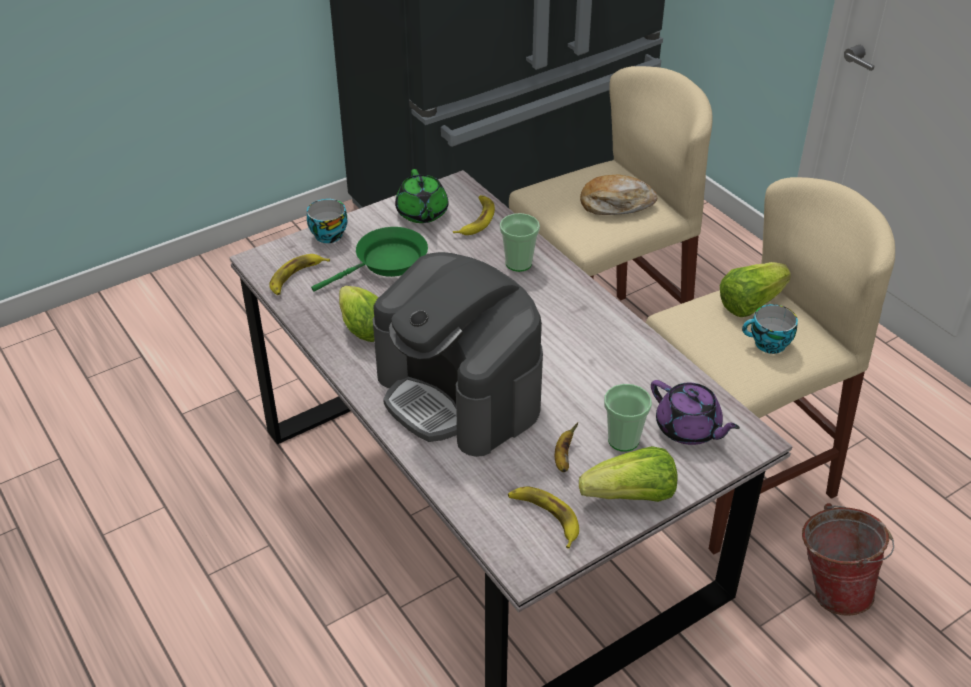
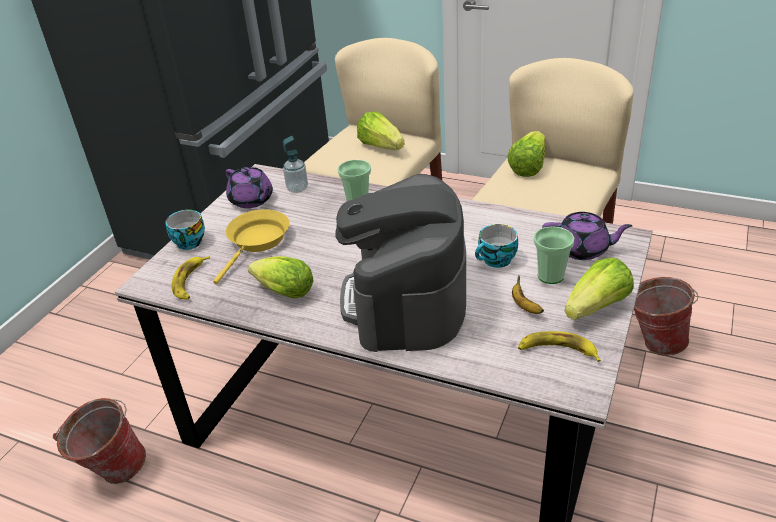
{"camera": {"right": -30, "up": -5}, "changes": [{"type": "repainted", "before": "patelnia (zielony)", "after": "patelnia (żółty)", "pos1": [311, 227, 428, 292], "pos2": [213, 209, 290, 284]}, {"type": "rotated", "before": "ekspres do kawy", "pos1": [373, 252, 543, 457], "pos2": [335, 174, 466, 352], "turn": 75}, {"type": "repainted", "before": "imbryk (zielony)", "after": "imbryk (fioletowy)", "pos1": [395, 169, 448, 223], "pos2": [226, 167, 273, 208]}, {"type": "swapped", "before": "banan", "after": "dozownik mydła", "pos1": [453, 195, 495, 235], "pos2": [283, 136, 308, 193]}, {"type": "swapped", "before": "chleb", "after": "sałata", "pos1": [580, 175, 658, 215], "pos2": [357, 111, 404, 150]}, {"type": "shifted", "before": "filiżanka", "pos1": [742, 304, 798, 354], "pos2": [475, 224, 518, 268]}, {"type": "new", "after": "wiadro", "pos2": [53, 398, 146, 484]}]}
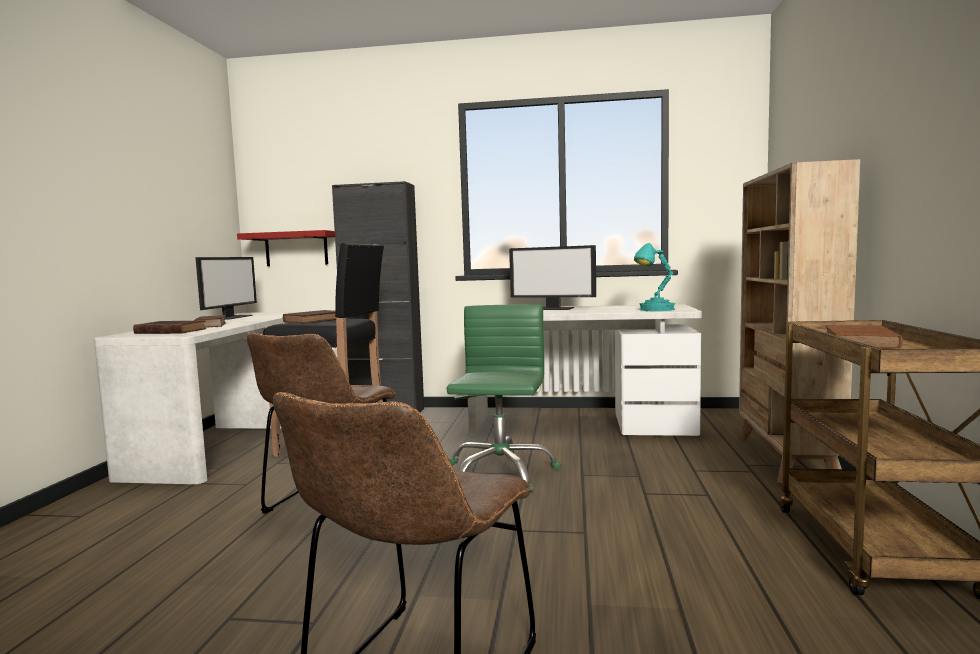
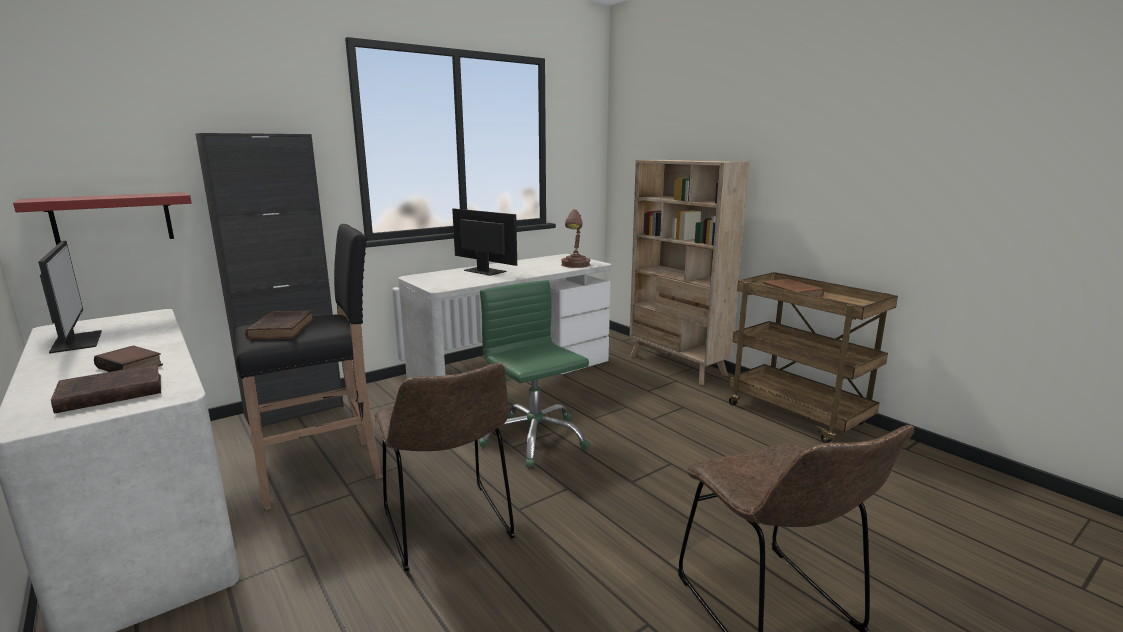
{"camera": {"right": -45, "up": 10}, "changes": [{"type": "rotated", "before": "monitor", "pos1": [509, 245, 596, 310], "pos2": [452, 208, 517, 276], "turn": -120}, {"type": "repainted", "before": "lampa stołowa (turkusowy)", "after": "lampa stołowa (brązowy)", "pos1": [634, 243, 675, 311], "pos2": [561, 209, 591, 268]}]}
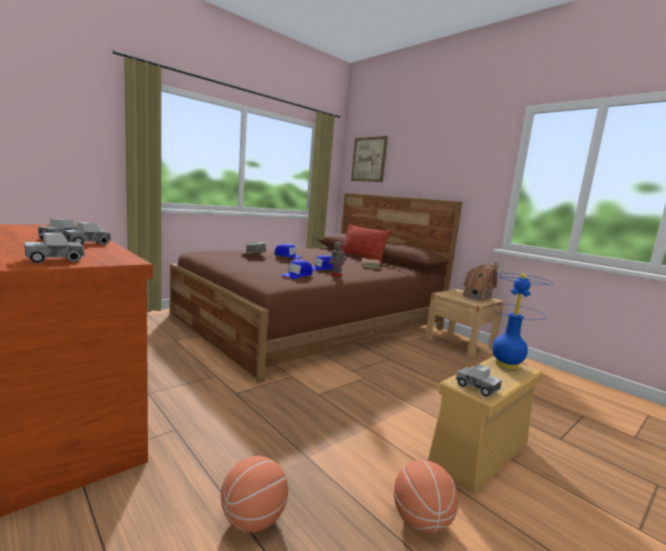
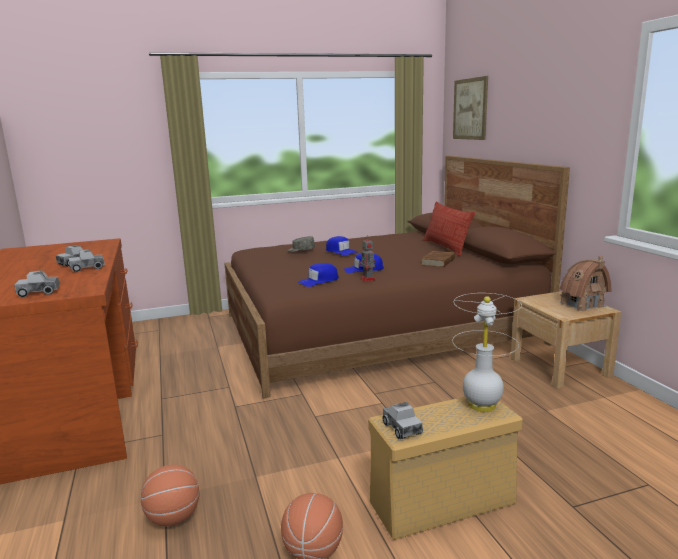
{"camera": {"right": 25, "up": 5}, "changes": [{"type": "repainted", "before": "lampa stołowa (niebieski)", "after": "lampa stołowa (biały)", "pos1": [489, 273, 553, 370], "pos2": [452, 293, 522, 412]}]}
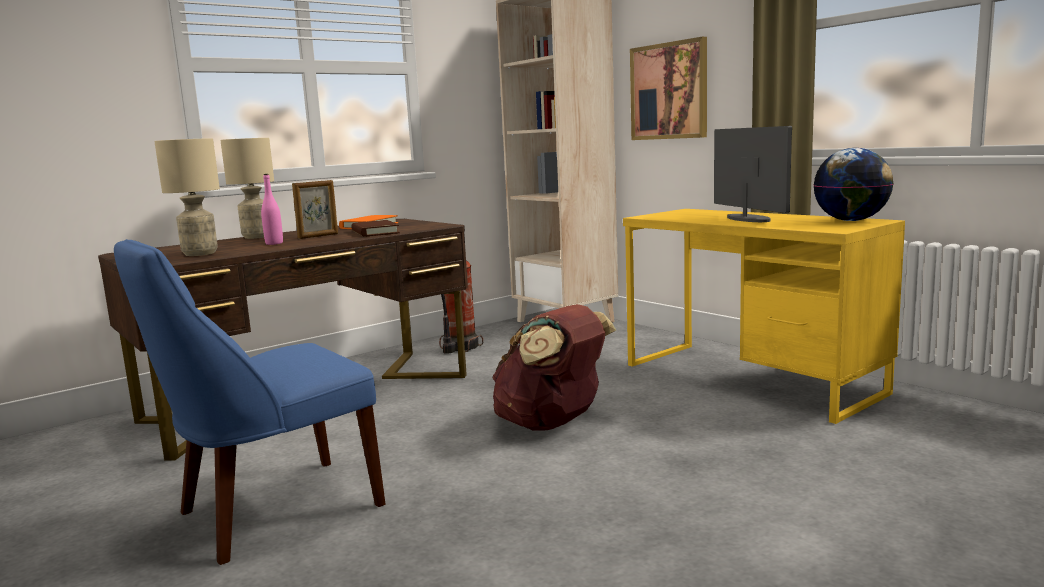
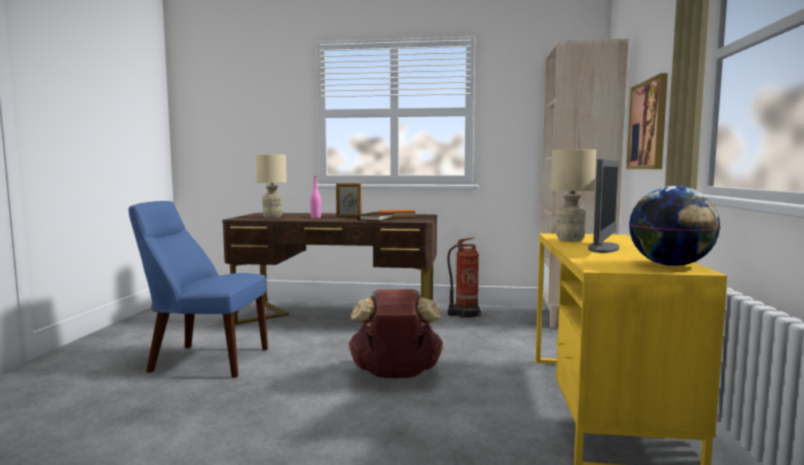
{"camera": {"right": 45, "up": -5}, "changes": [{"type": "shifted", "before": "lampa stołowa (beżowy)", "pos1": [220, 138, 274, 239], "pos2": [550, 149, 596, 242]}]}
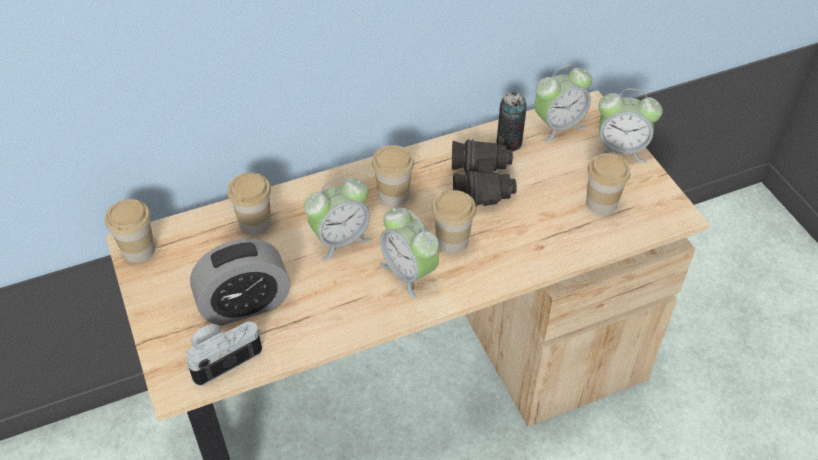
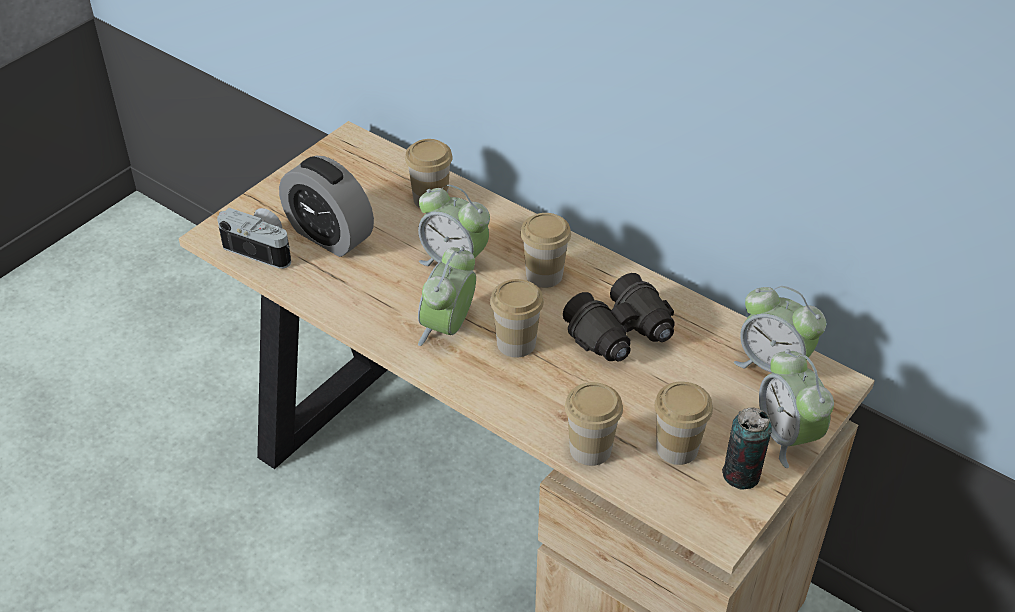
{"camera": {"right": 60, "up": -5}, "changes": [{"type": "shifted", "before": "filiżanka", "pos1": [105, 199, 155, 263], "pos2": [565, 382, 623, 466]}, {"type": "shifted", "before": "puszka", "pos1": [497, 92, 527, 151], "pos2": [722, 407, 772, 490]}]}
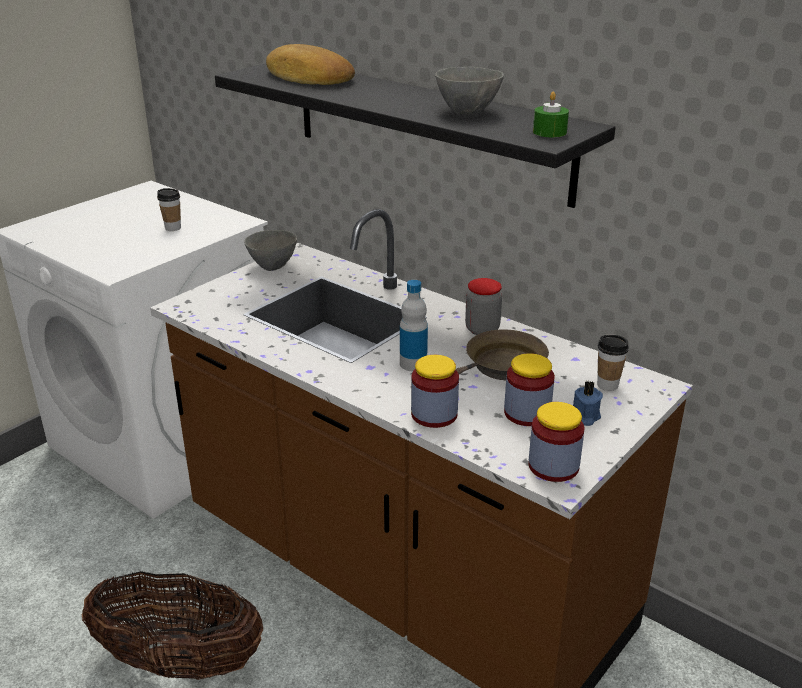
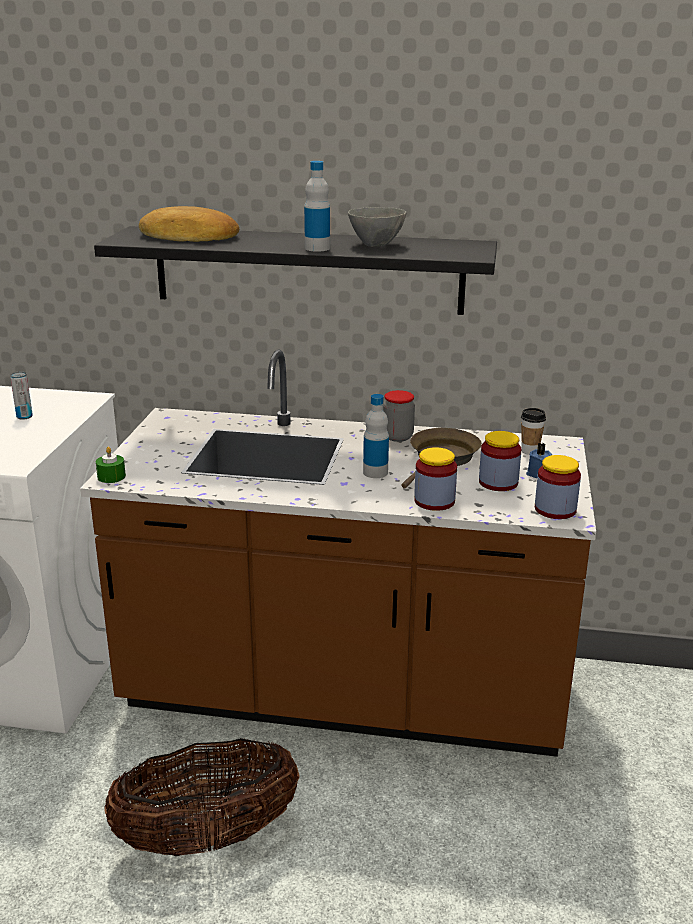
{"camera": {"right": -30, "up": -5}, "changes": [{"type": "swapped", "before": "filiżanka", "after": "puszka", "pos1": [157, 188, 181, 231], "pos2": [10, 372, 33, 419]}, {"type": "gone", "before": "miska (szary)", "pos1": [244, 230, 297, 271]}, {"type": "shifted", "before": "świeca (zielony)", "pos1": [533, 91, 569, 137], "pos2": [96, 447, 126, 483]}, {"type": "new", "after": "butelka", "pos2": [304, 161, 330, 252]}]}
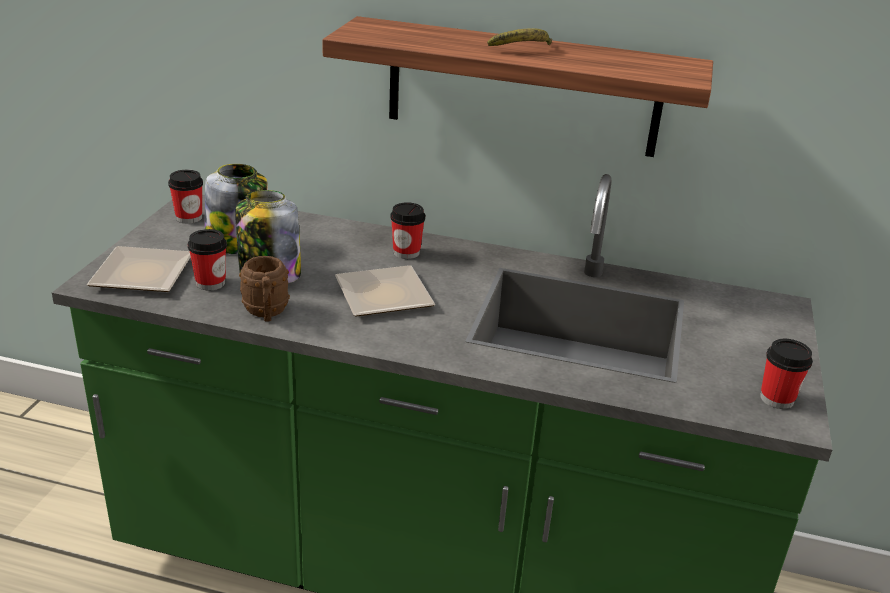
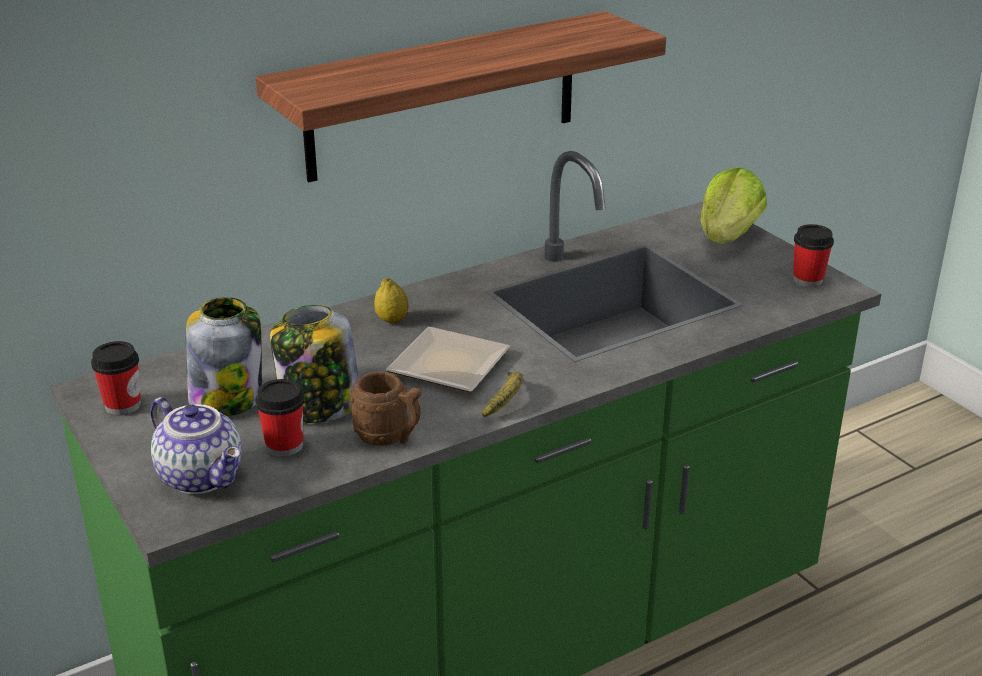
{"camera": {"right": -45, "up": 0}, "changes": [{"type": "swapped", "before": "talerz", "after": "imbryk", "pos1": [86, 246, 191, 292], "pos2": [151, 397, 242, 494]}, {"type": "swapped", "before": "filiżanka", "after": "cytryna", "pos1": [390, 202, 425, 259], "pos2": [374, 278, 408, 323]}, {"type": "shifted", "before": "banan", "pos1": [487, 28, 552, 46], "pos2": [482, 372, 523, 417]}, {"type": "new", "after": "sałata", "pos2": [701, 167, 767, 244]}]}
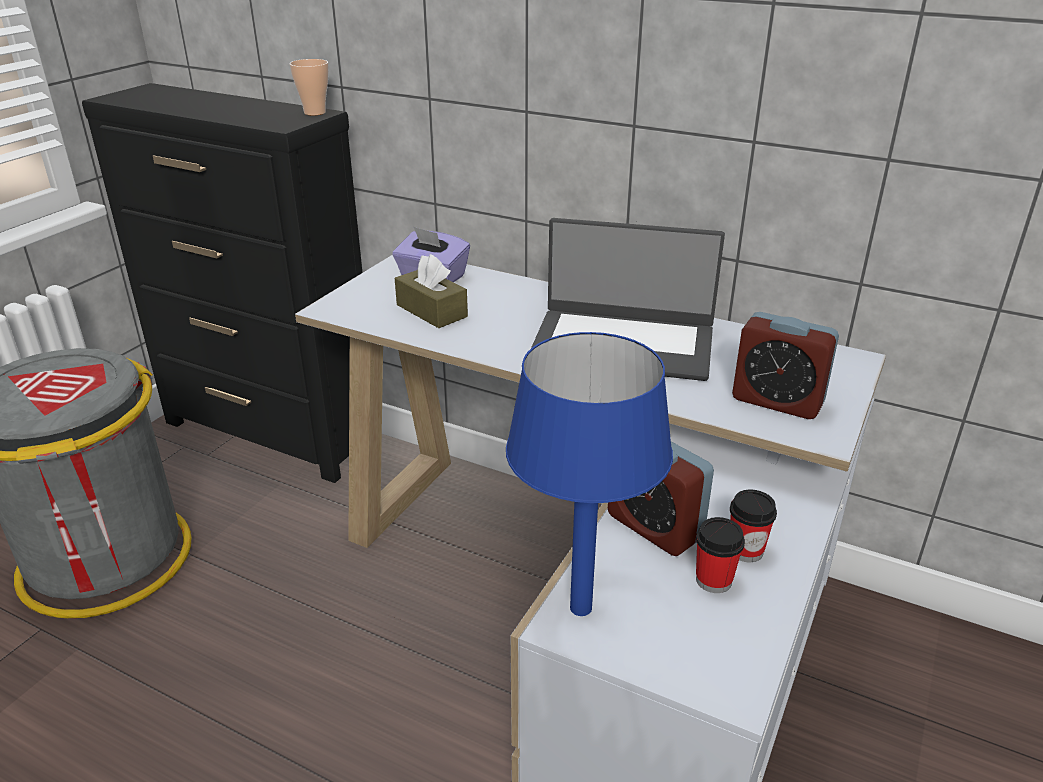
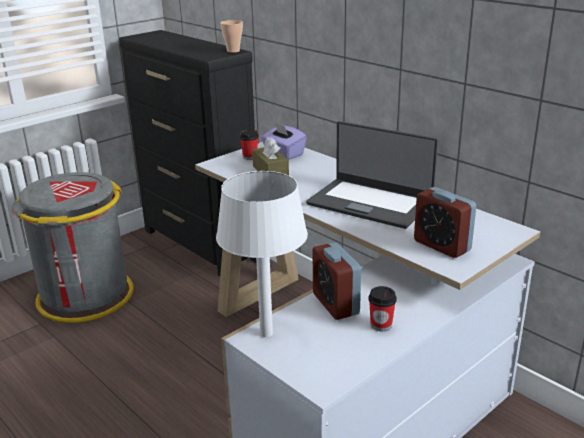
{"camera": {"right": 20, "up": -5}, "changes": [{"type": "repainted", "before": "lampa stołowa (niebieski)", "after": "lampa stołowa (biały)", "pos1": [506, 332, 673, 616], "pos2": [216, 171, 308, 337]}, {"type": "shifted", "before": "filiżanka", "pos1": [696, 517, 745, 593], "pos2": [240, 130, 259, 160]}]}
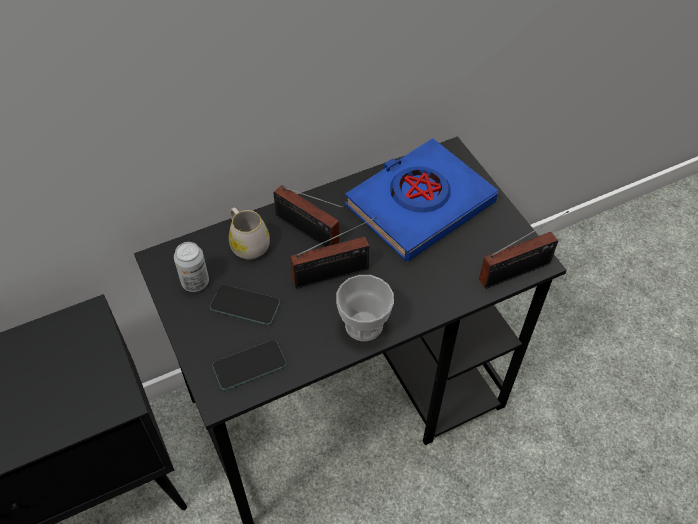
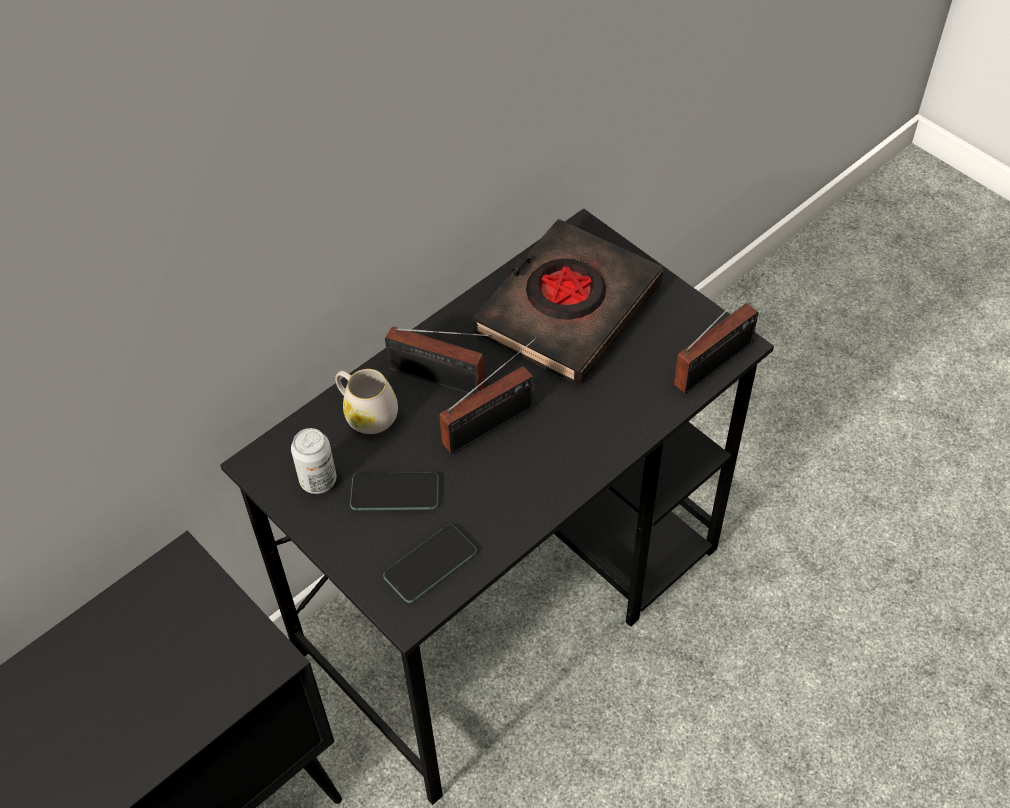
{"camera": {"right": -15, "up": 0}, "changes": [{"type": "gone", "before": "filiżanka", "pos1": [336, 275, 394, 341]}, {"type": "repainted", "before": "książka (niebieski)", "after": "książka (czarny)", "pos1": [345, 138, 498, 262], "pos2": [473, 219, 663, 385]}]}
